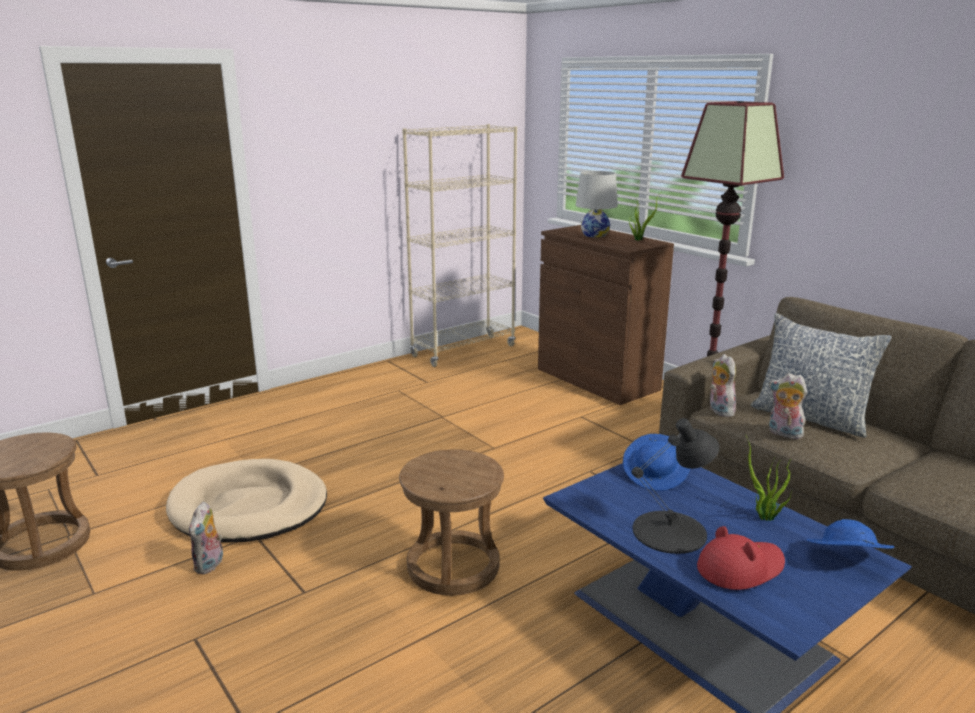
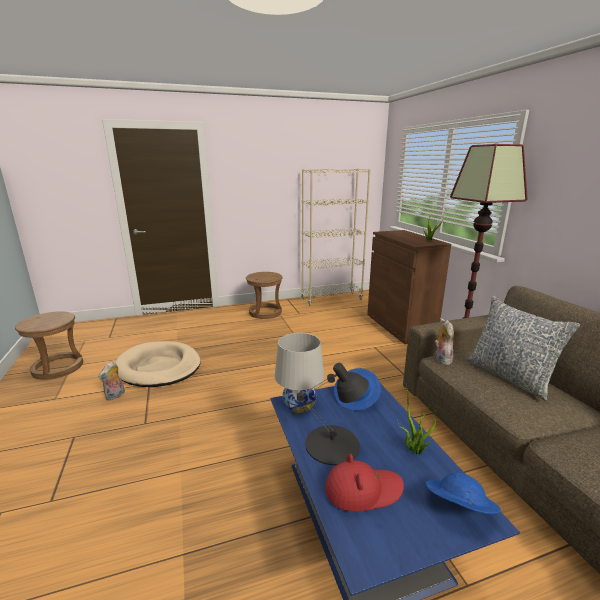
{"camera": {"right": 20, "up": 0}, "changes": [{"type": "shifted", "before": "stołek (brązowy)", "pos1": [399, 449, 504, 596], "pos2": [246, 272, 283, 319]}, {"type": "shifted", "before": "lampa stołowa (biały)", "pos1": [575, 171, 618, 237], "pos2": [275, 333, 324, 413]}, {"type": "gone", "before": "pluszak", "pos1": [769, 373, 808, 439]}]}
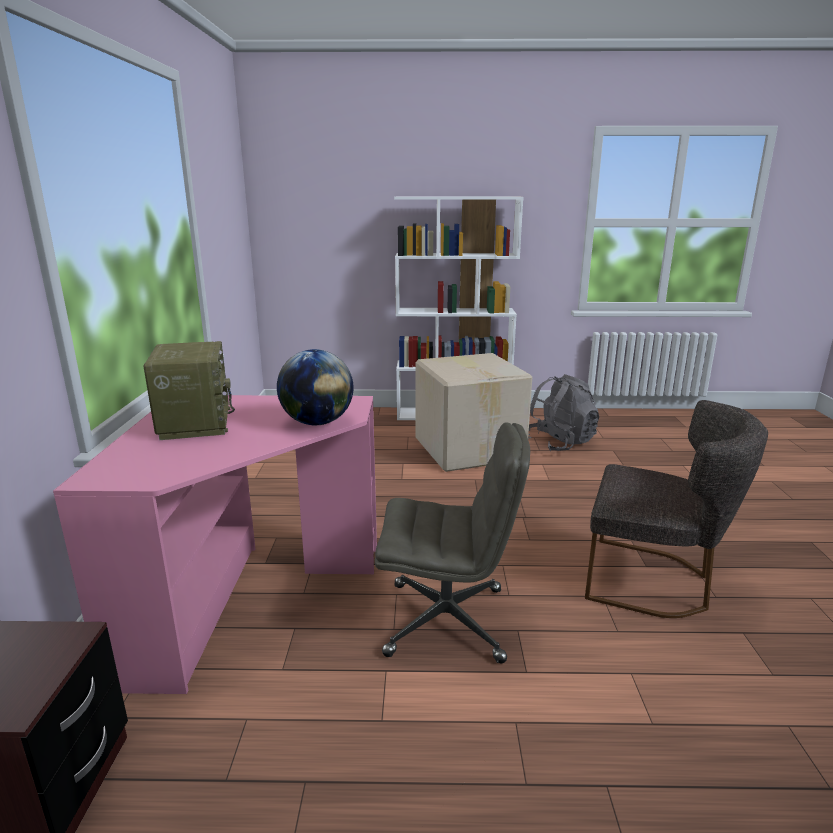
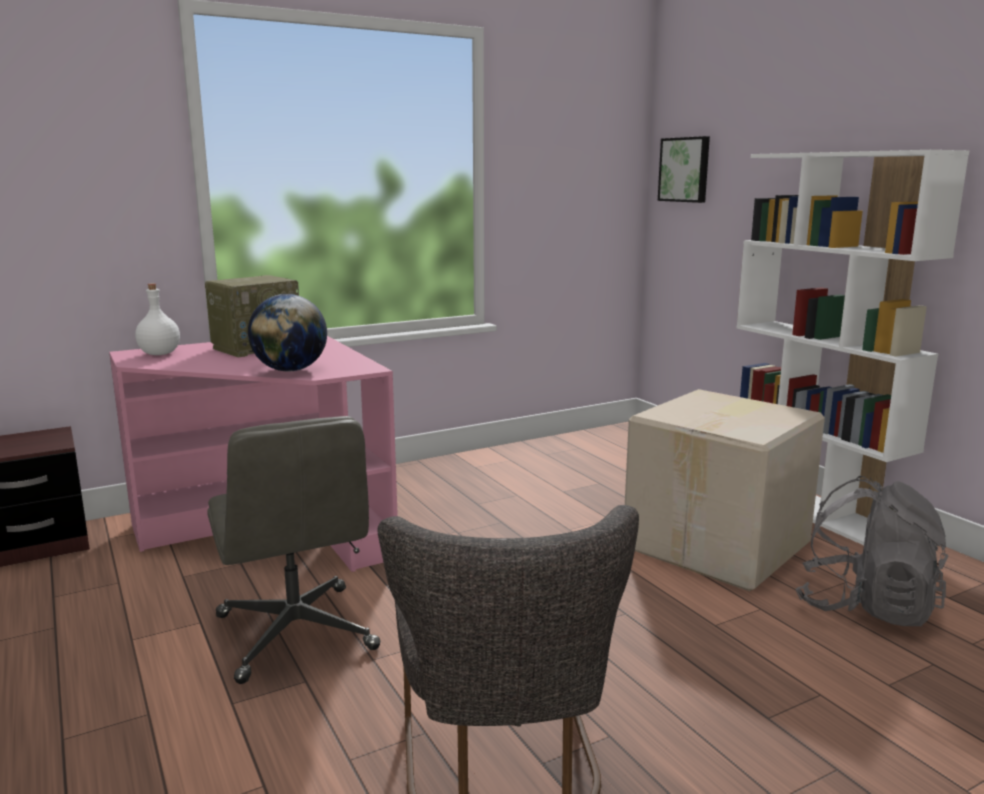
{"camera": {"right": 60, "up": -5}, "changes": [{"type": "new", "after": "butelka (biały)", "pos2": [135, 283, 180, 355]}, {"type": "new", "after": "obraz", "pos2": [658, 136, 710, 203]}]}
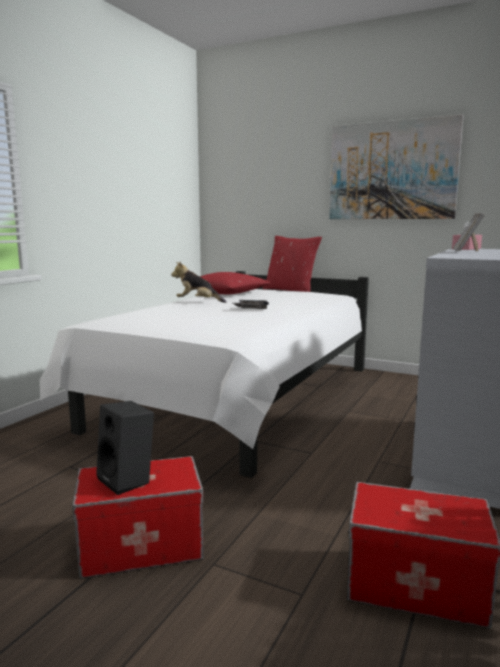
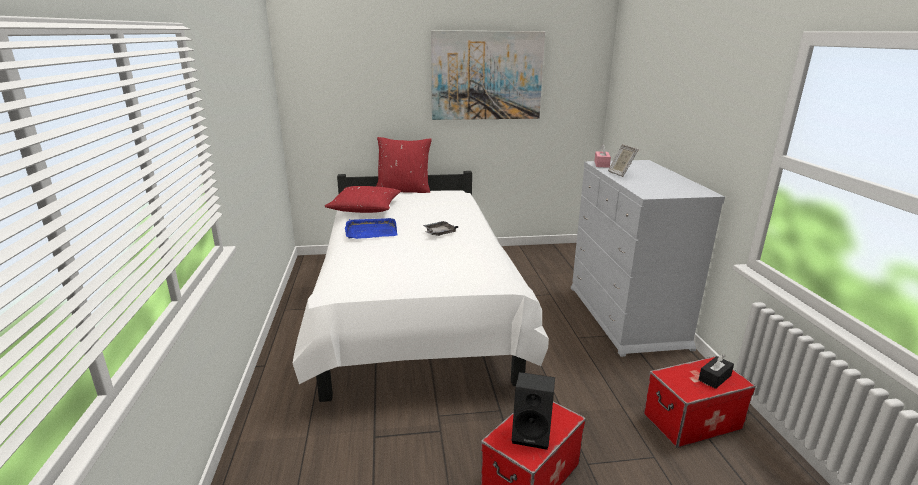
{"camera": {"right": -35, "up": 10}, "changes": [{"type": "swapped", "before": "pluszak", "after": "taca (niebieski)", "pos1": [171, 261, 226, 303], "pos2": [345, 218, 397, 239]}, {"type": "new", "after": "pudełko chusteczek (czarny)", "pos2": [699, 354, 734, 389]}]}
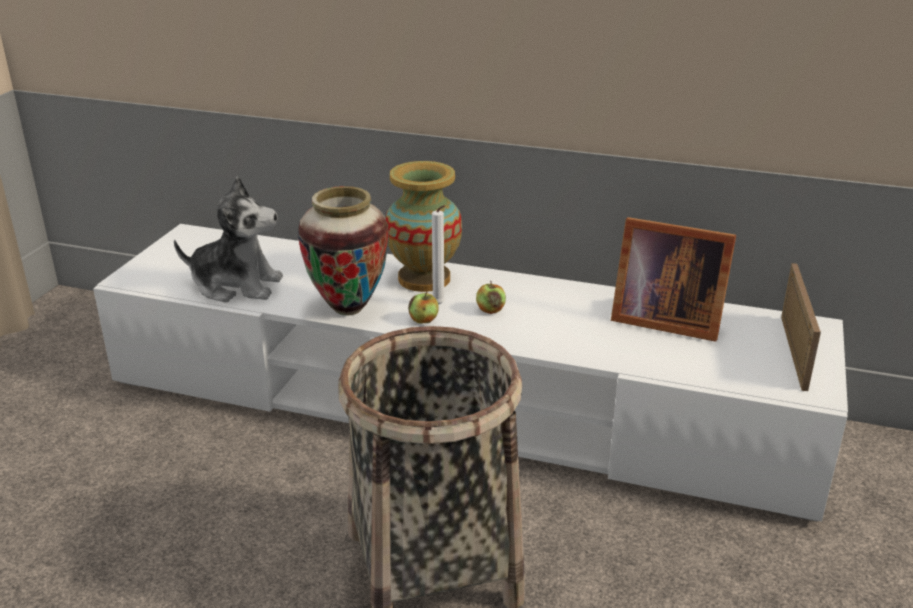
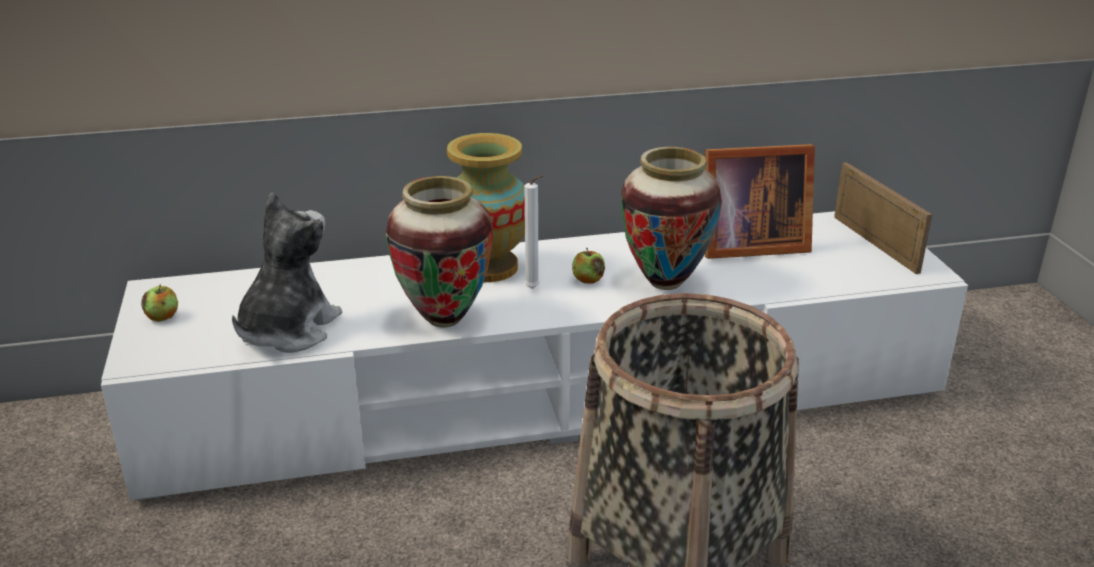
{"camera": {"right": -30, "up": 0}, "changes": [{"type": "rotated", "before": "pluszak", "pos1": [174, 176, 283, 302], "pos2": [232, 192, 342, 353], "turn": -45}, {"type": "shifted", "before": "jabłko", "pos1": [408, 292, 439, 324], "pos2": [141, 284, 178, 322]}, {"type": "new", "after": "wazon", "pos2": [621, 147, 722, 290]}]}
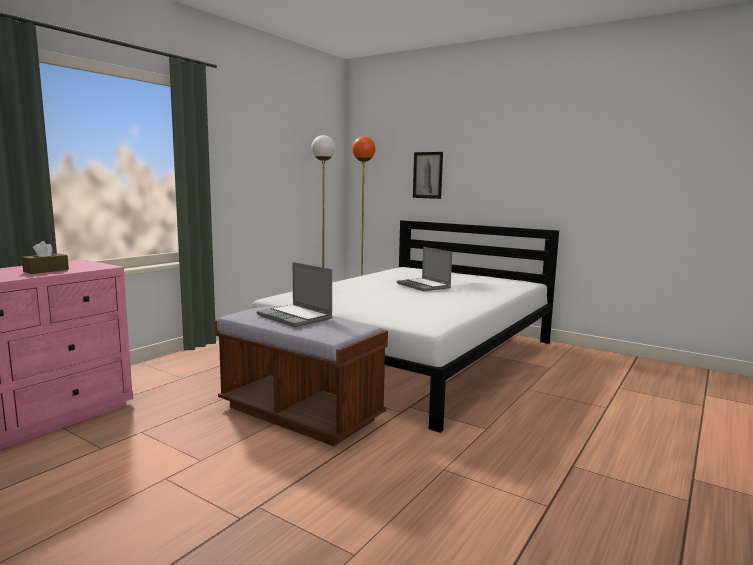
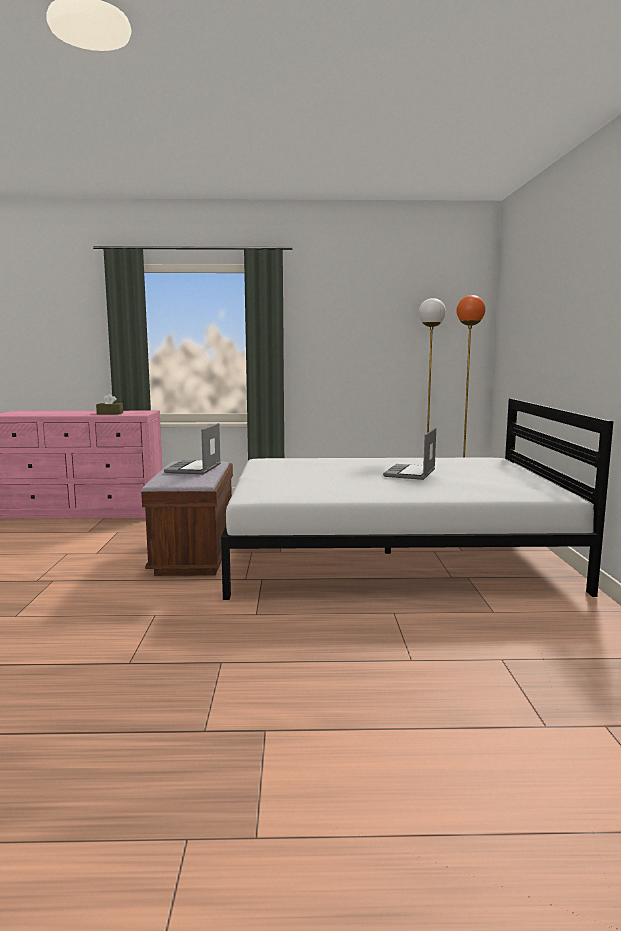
{"camera": {"right": 55, "up": 0}, "changes": [{"type": "gone", "before": "obraz", "pos1": [413, 152, 443, 199]}]}
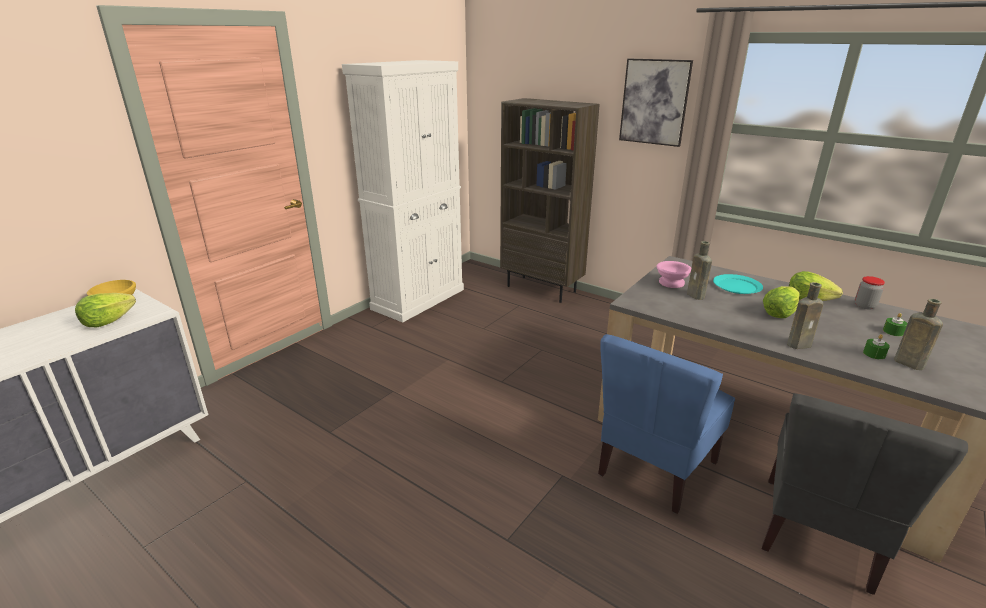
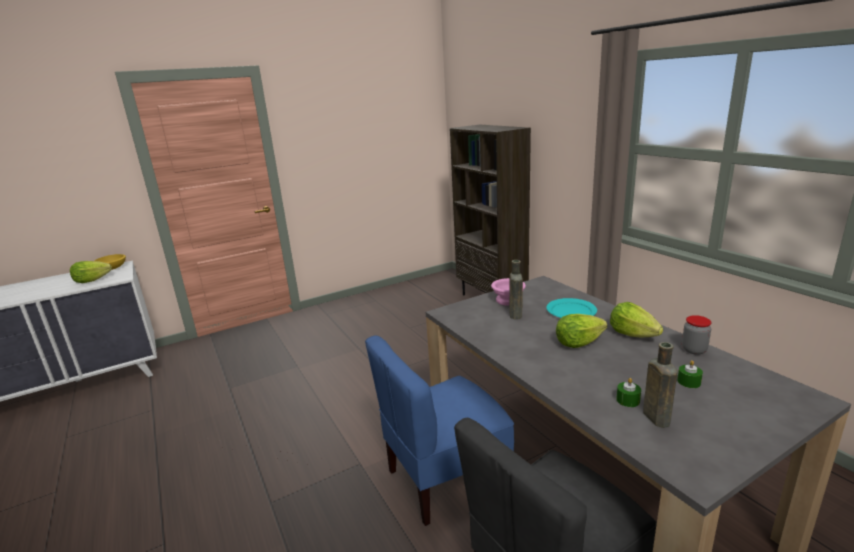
{"camera": {"right": 25, "up": -5}, "changes": [{"type": "gone", "before": "szafka (biały)", "pos1": [342, 60, 464, 323]}, {"type": "gone", "before": "obraz", "pos1": [619, 59, 693, 147]}, {"type": "gone", "before": "butelka (brązowy)", "pos1": [787, 282, 824, 349]}]}
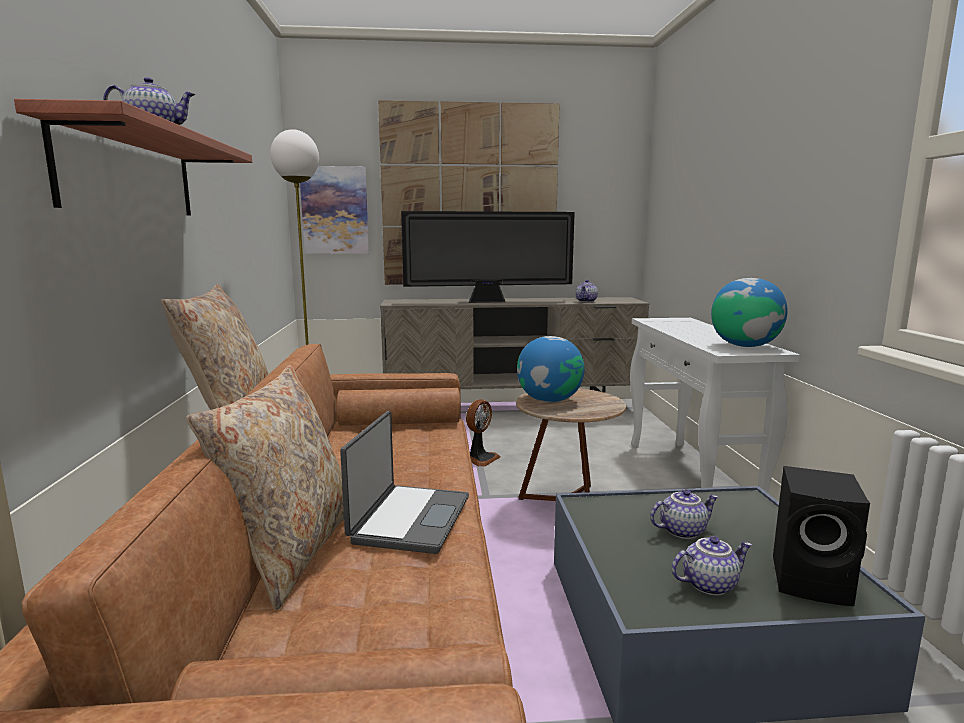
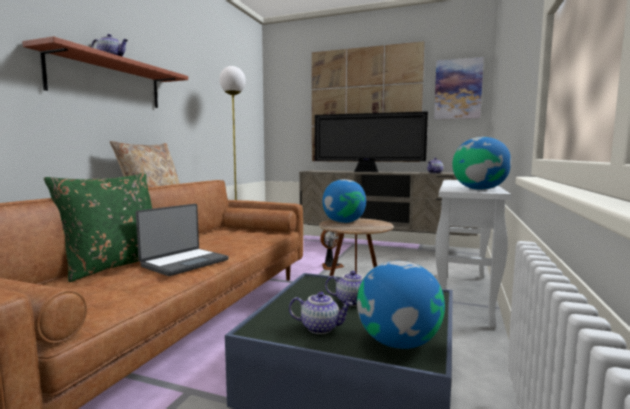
{"camera": {"right": 25, "up": -5}, "changes": [{"type": "repainted", "before": "poduszka (beżowy)", "after": "poduszka (zielony)", "pos1": [186, 365, 344, 610], "pos2": [44, 173, 152, 282]}, {"type": "shifted", "before": "obraz", "pos1": [300, 166, 369, 254], "pos2": [434, 57, 484, 120]}, {"type": "swapped", "before": "głośnik (czarny)", "after": "globus", "pos1": [773, 466, 870, 606], "pos2": [357, 261, 445, 349]}]}
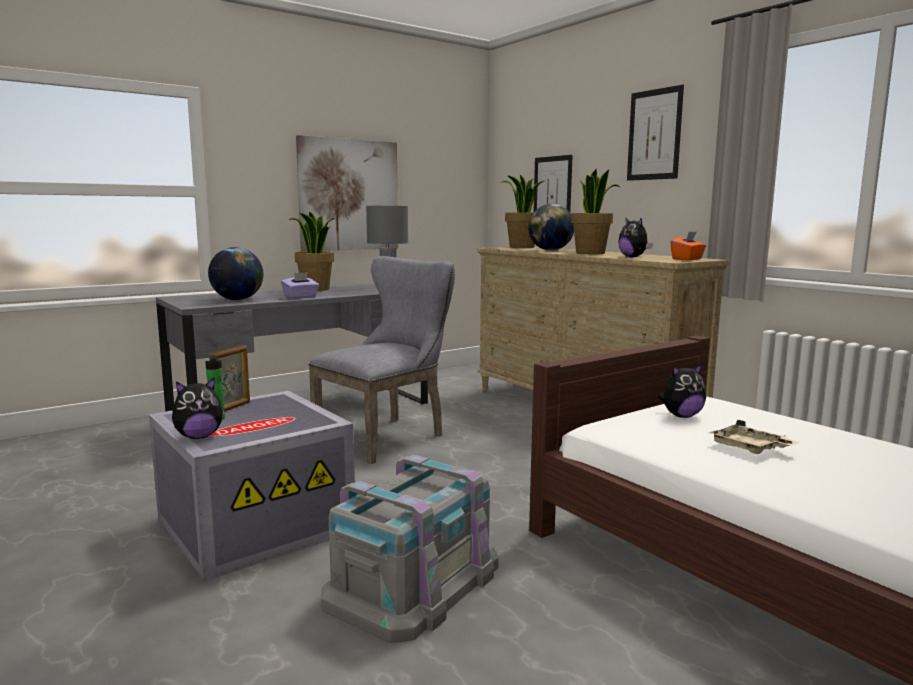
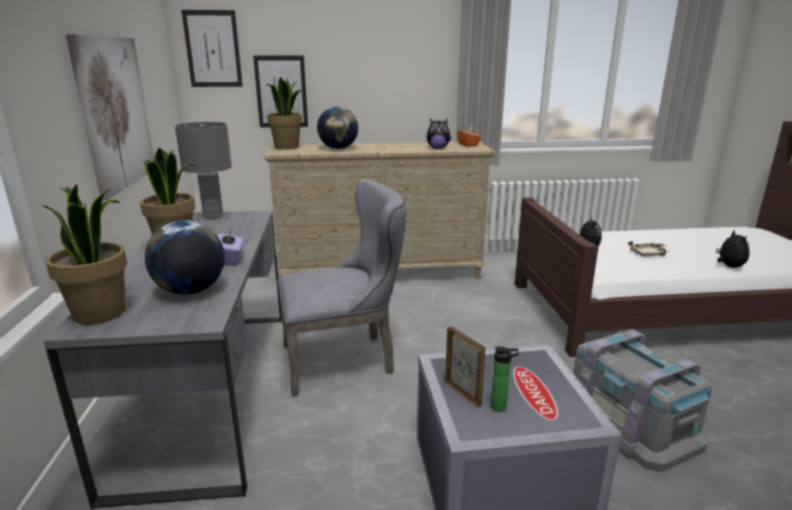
{"camera": {"right": -60, "up": 10}, "changes": [{"type": "shifted", "before": "pluszak", "pos1": [172, 378, 224, 439], "pos2": [716, 230, 750, 268]}, {"type": "rotated", "before": "krzesło (szary)", "pos1": [309, 256, 455, 464], "pos2": [277, 179, 406, 397], "turn": 90}, {"type": "shifted", "before": "roślina doniczkowa", "pos1": [571, 169, 620, 254], "pos2": [42, 184, 127, 325]}, {"type": "shifted", "before": "obraz", "pos1": [627, 85, 684, 181], "pos2": [181, 10, 243, 87]}]}
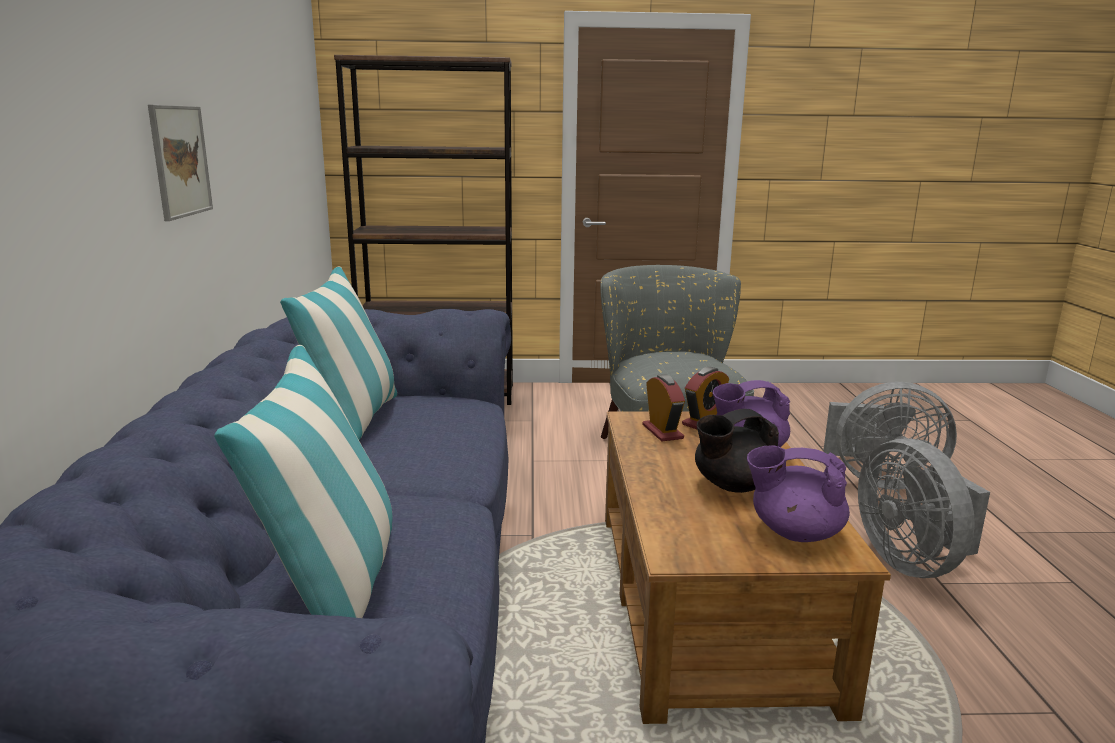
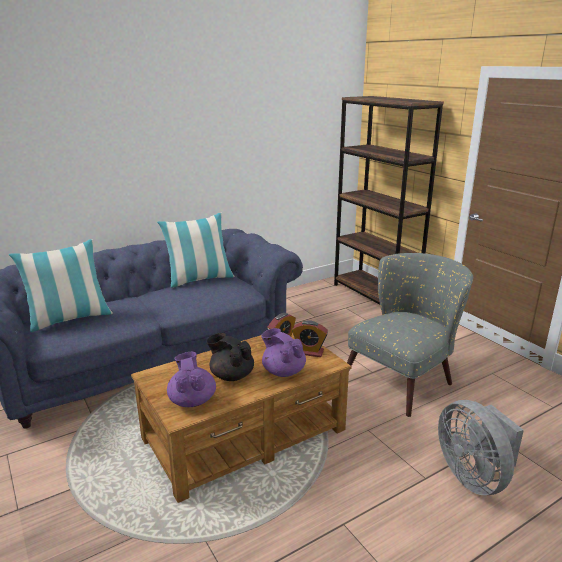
{"camera": {"right": 60, "up": 5}, "changes": [{"type": "gone", "before": "obraz", "pos1": [148, 105, 213, 221]}, {"type": "gone", "before": "wentylator (szary)", "pos1": [858, 438, 990, 578]}]}
